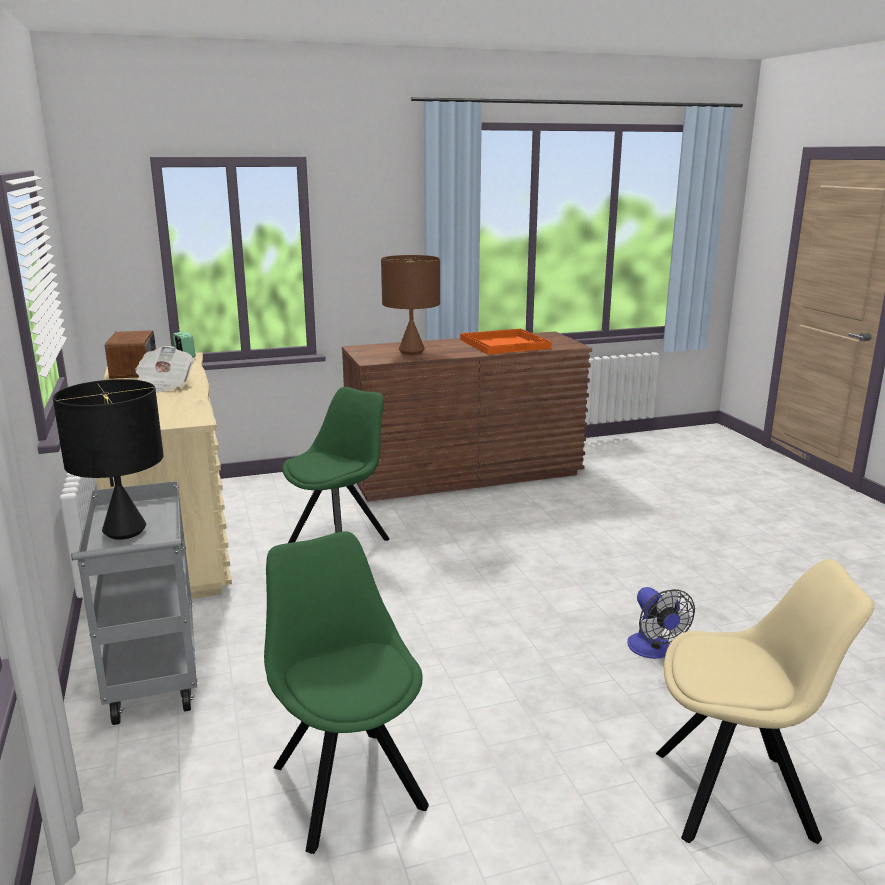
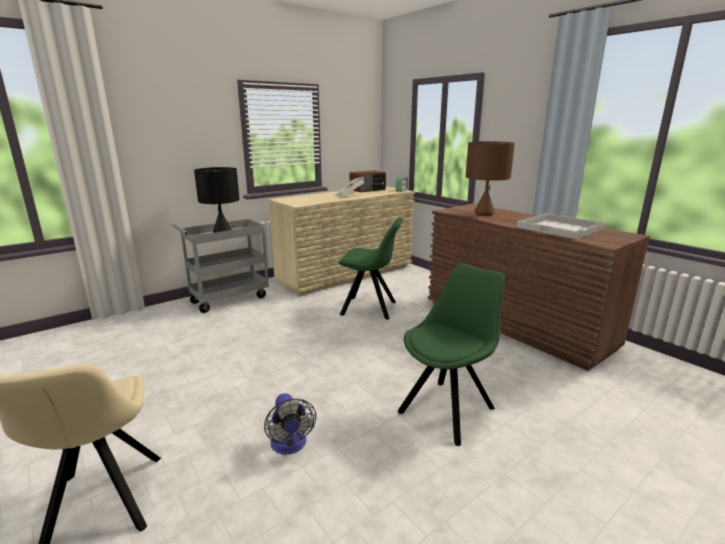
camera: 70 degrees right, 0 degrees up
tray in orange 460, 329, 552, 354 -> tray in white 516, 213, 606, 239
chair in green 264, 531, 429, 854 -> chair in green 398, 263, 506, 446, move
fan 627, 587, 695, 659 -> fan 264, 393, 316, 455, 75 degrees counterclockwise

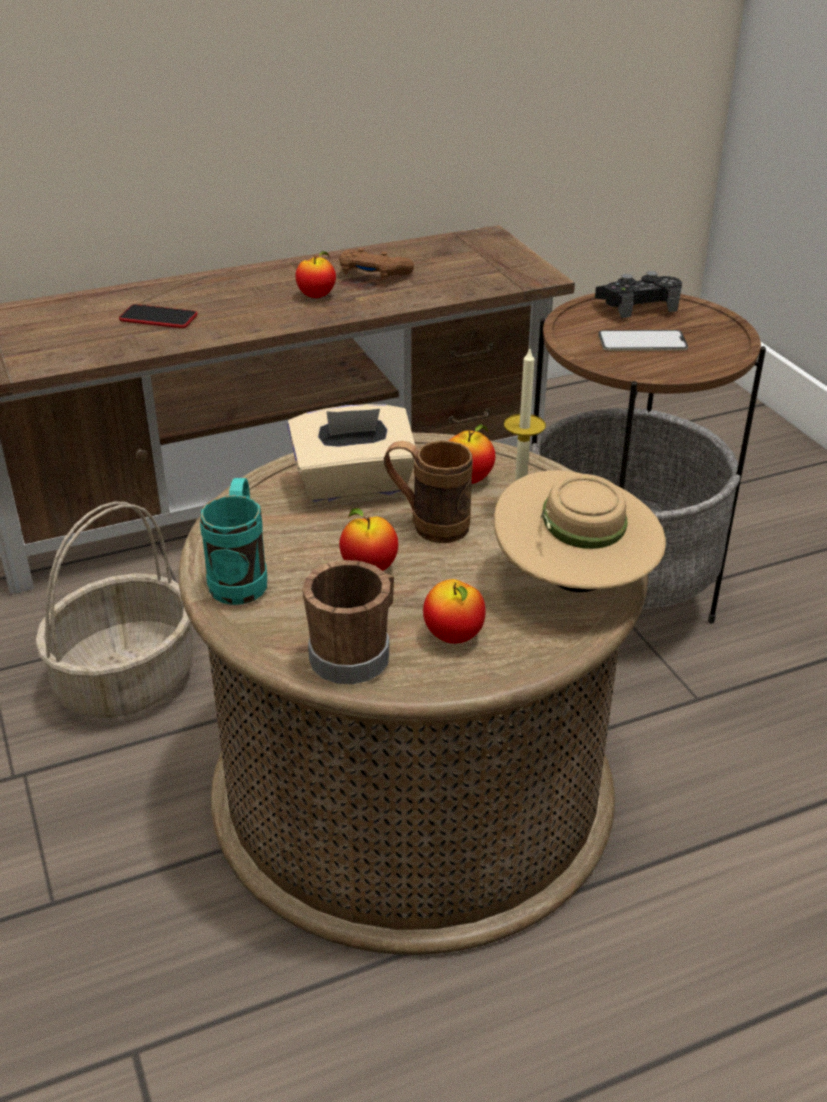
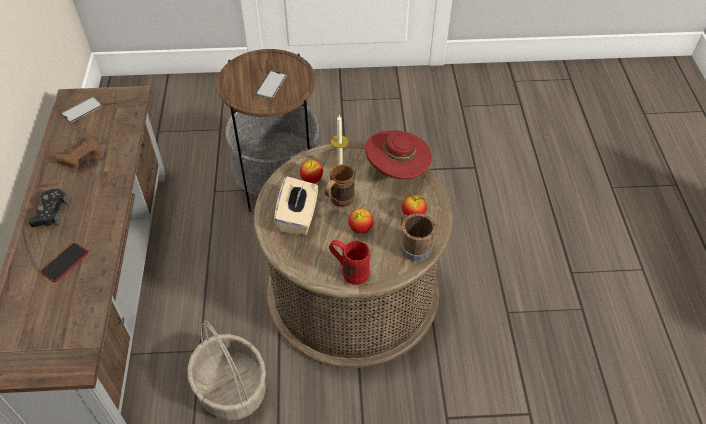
camera: 70 degrees left, 15 degrees up
apple 296, 251, 336, 298 -> none
game controller in black 595, 271, 682, 318 -> game controller in black 29, 189, 70, 227, move
hat in beige 494, 470, 666, 592 -> hat in red 365, 130, 432, 179
mug in turquoise 200, 478, 267, 605 -> mug in red 329, 240, 370, 285
none -> phone 61, 97, 102, 123

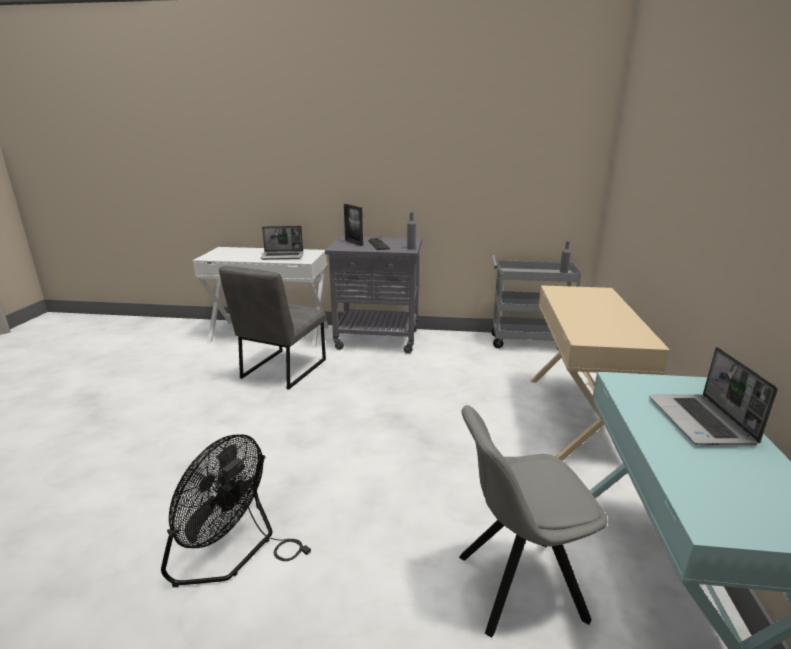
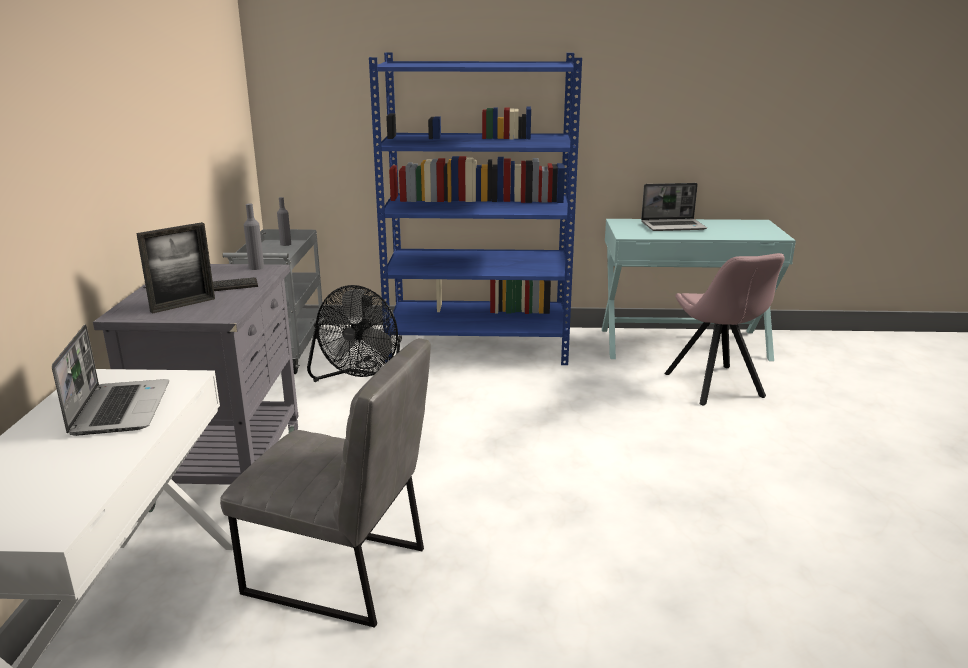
camera: 95 degrees left, 0 degrees up
desk in beige 530, 285, 670, 461 -> bookcase in blue 369, 53, 582, 365
chair in grey 459, 405, 607, 638 -> chair in pink 664, 253, 785, 406
fan in black 161, 435, 311, 588 -> fan in black 307, 285, 402, 382, move

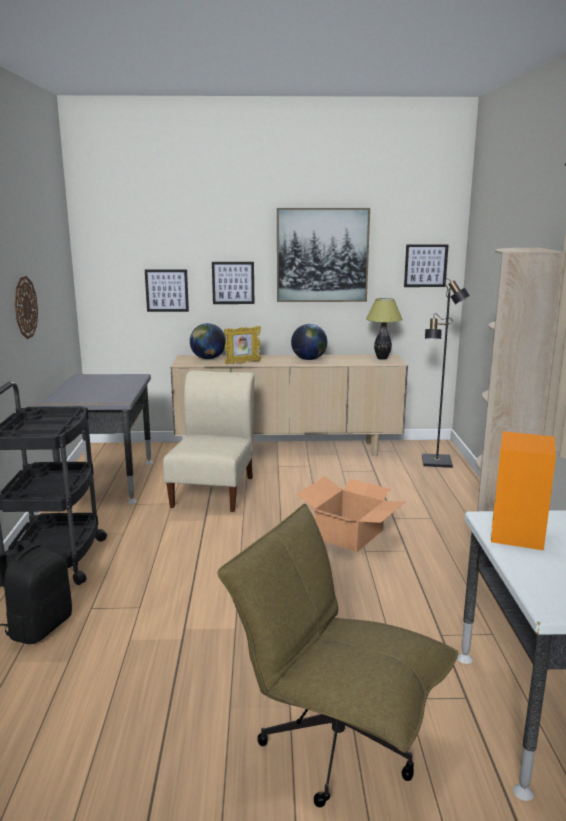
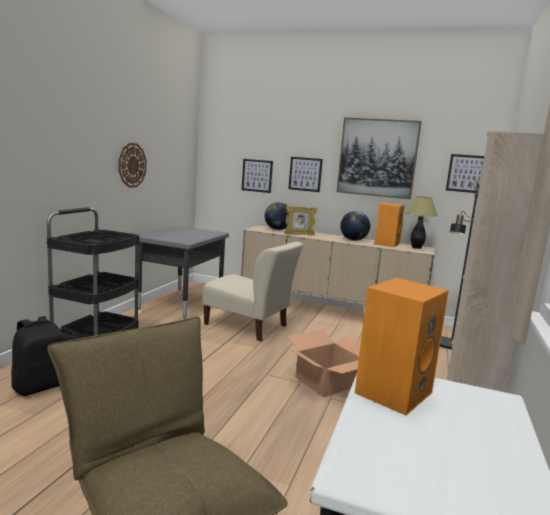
camera: 20 degrees right, 5 degrees down
chair in beige 163, 370, 255, 512 -> chair in beige 202, 242, 303, 341, 90 degrees clockwise
none -> speaker in orange 374, 203, 405, 247

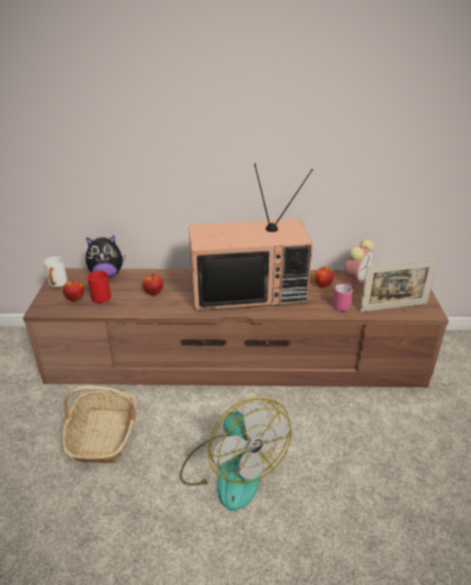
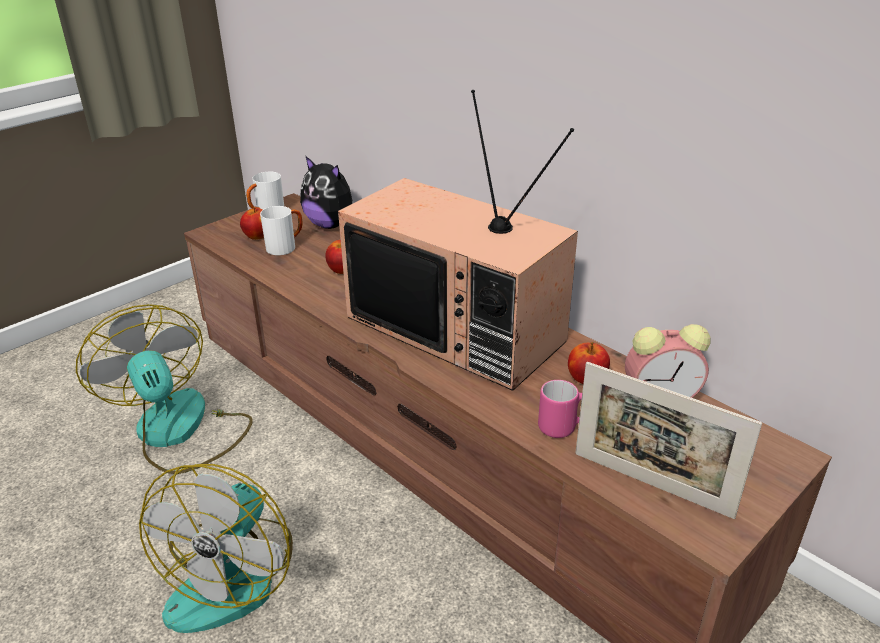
camera: 45 degrees right, 0 degrees up
mug in red 87, 271, 111, 303 -> mug in white 260, 206, 303, 255
basket 62, 385, 136, 463 -> fan 76, 304, 253, 474

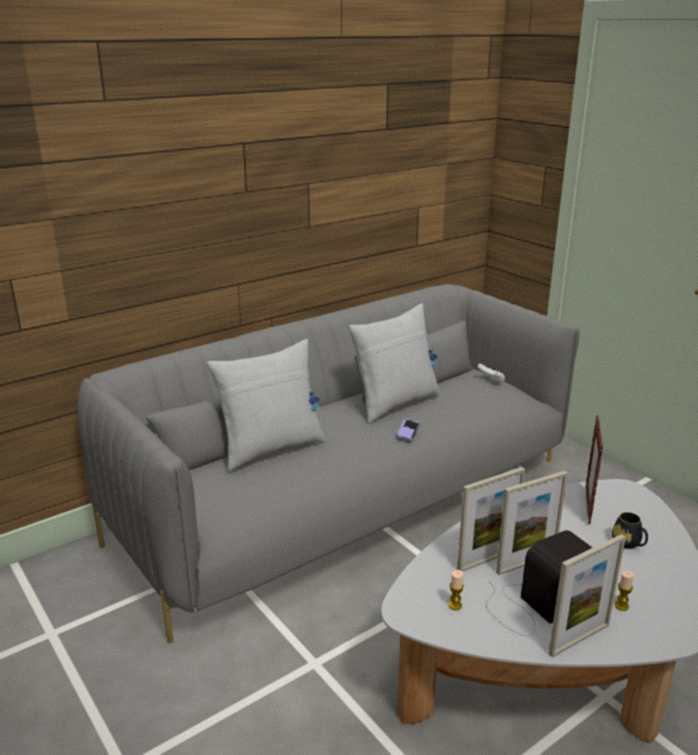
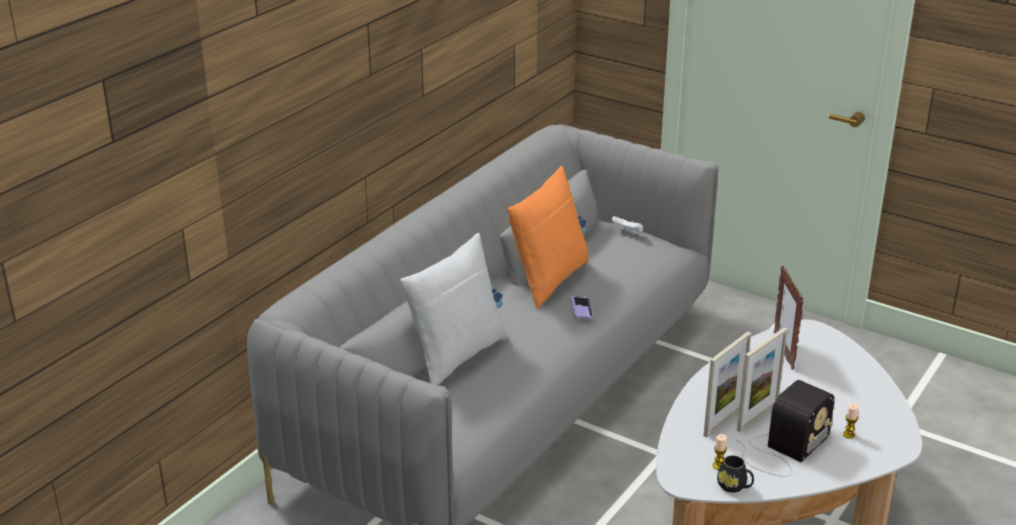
camera: 20 degrees left, 5 degrees up
pillow in grey 348, 304, 439, 423 -> pillow in orange 507, 166, 589, 308
mug in black 612, 512, 648, 549 -> mug in black 717, 455, 754, 493, move
picture frame 548, 534, 626, 657 -> none

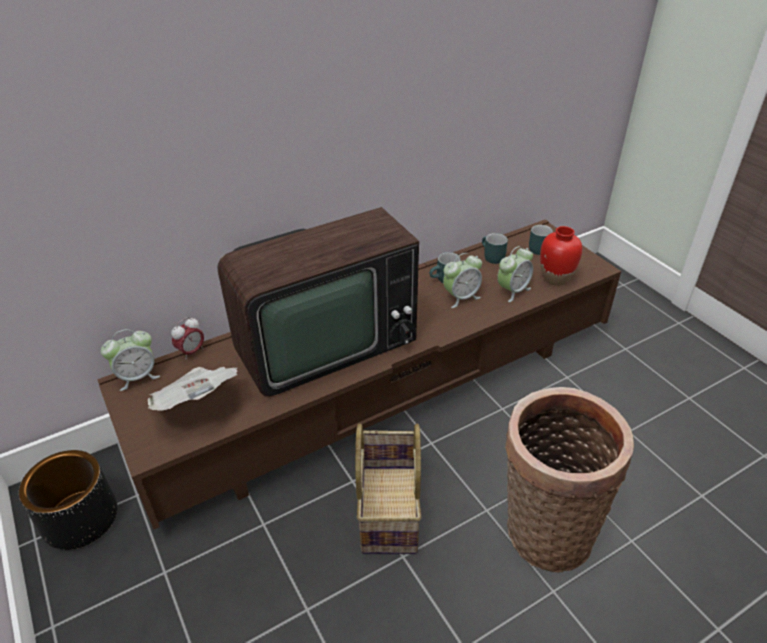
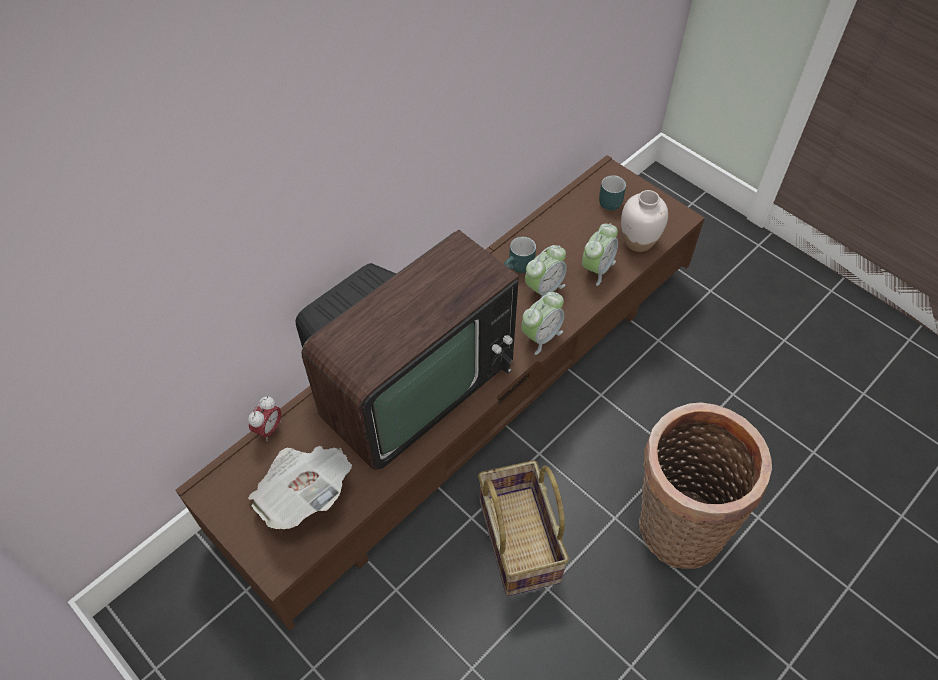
camera: 15 degrees left, 15 degrees up
vase in red 540, 226, 582, 286 -> vase in white 621, 190, 668, 252
mug in turquoise 482, 233, 508, 264 -> none
alarm clock 101, 329, 160, 391 -> alarm clock 521, 292, 565, 355, move
planter in black 19, 450, 118, 550 -> none

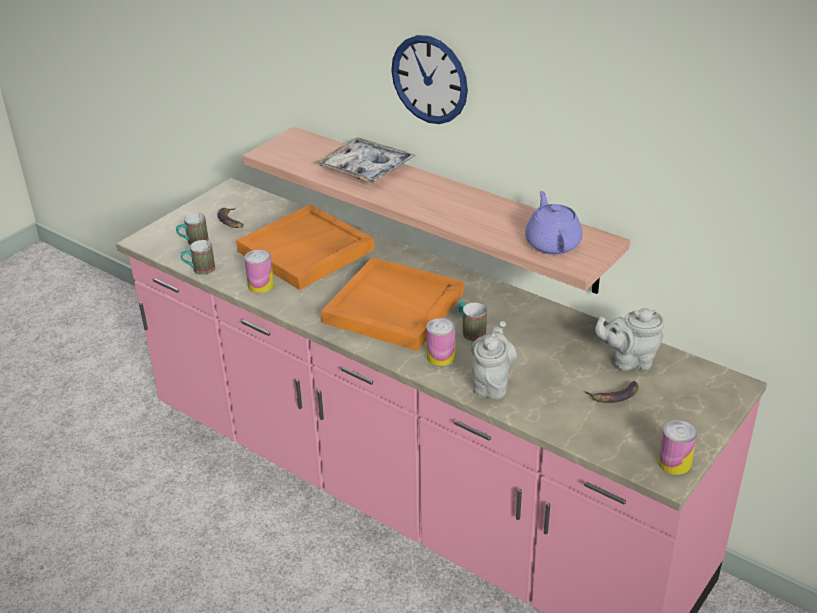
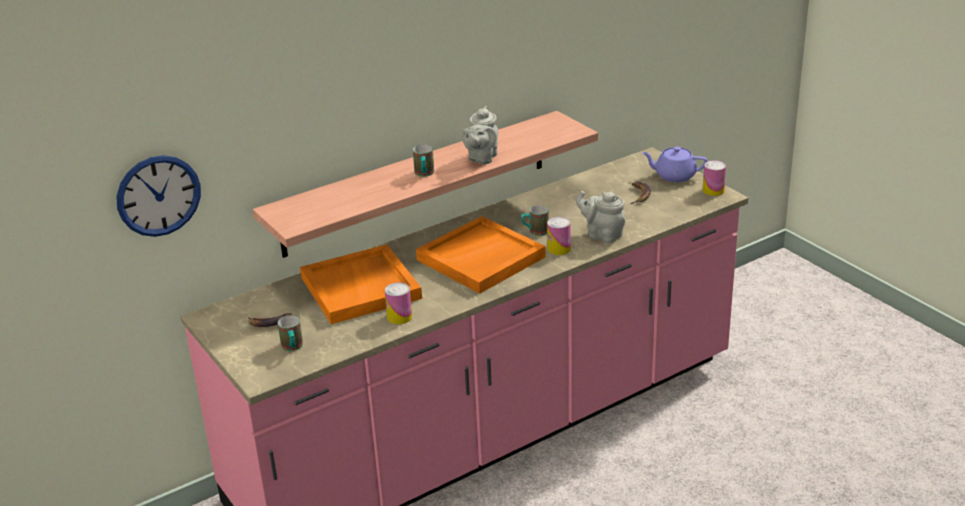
camera: 70 degrees left, 5 degrees down
wall clock 391, 35, 468, 124 -> wall clock 116, 155, 201, 237, move
tray 314, 138, 416, 184 -> none
teapot in purple 525, 191, 582, 255 -> teapot in purple 642, 147, 708, 182, move
mug 180, 240, 215, 275 -> mug 413, 145, 434, 177, move
teapot in grey 595, 308, 664, 371 -> teapot in grey 462, 106, 498, 164, move

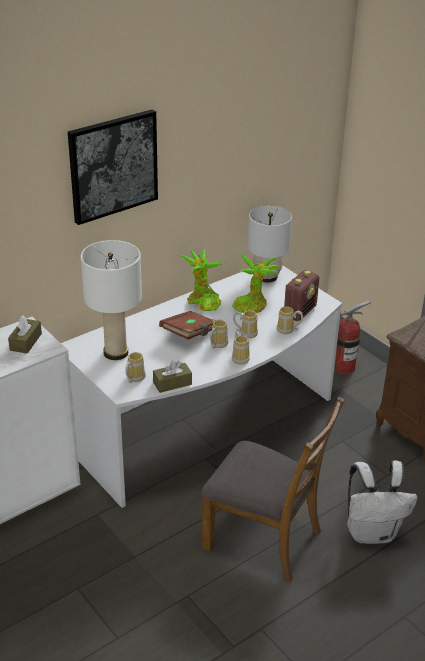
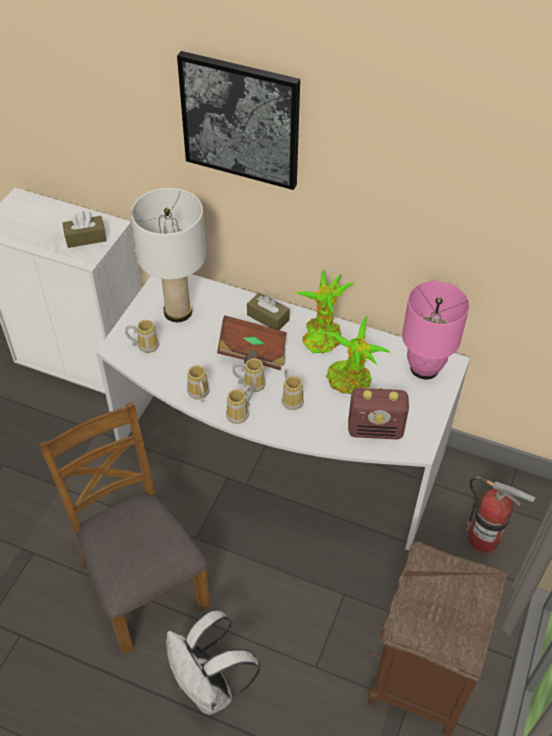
camera: 60 degrees right, 15 degrees up
table lamp in white 248, 206, 292, 282 -> table lamp in pink 402, 281, 469, 379
mug 277, 306, 303, 334 -> mug 187, 365, 210, 402, move
tissue box in brown 153, 360, 192, 393 -> tissue box in brown 247, 292, 290, 330, move
chair in brown 201, 396, 345, 583 -> chair in brown 39, 402, 210, 654, 150 degrees clockwise

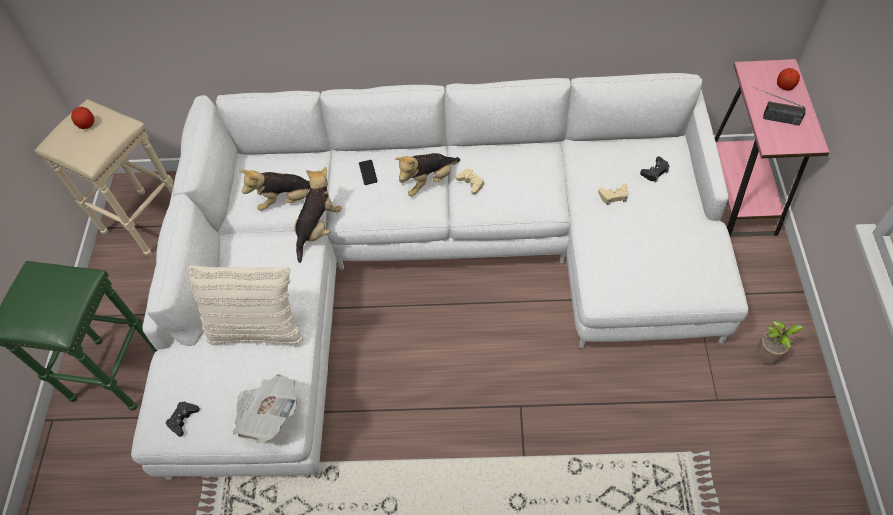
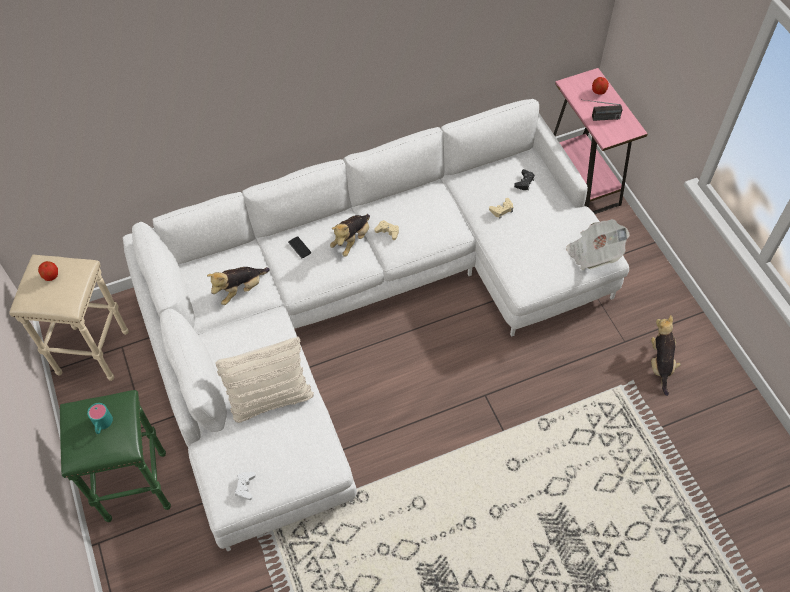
camera: 25 degrees left, 0 degrees up
plush toy 294, 167, 342, 263 -> plush toy 651, 315, 681, 396, move
potted plant 756, 321, 804, 364 -> none
newspaper 233, 374, 297, 443 -> newspaper 566, 219, 630, 270, move
game controller in black 165, 402, 200, 437 -> game controller in white 235, 472, 256, 500
none -> mug in turquoise 87, 403, 113, 434

